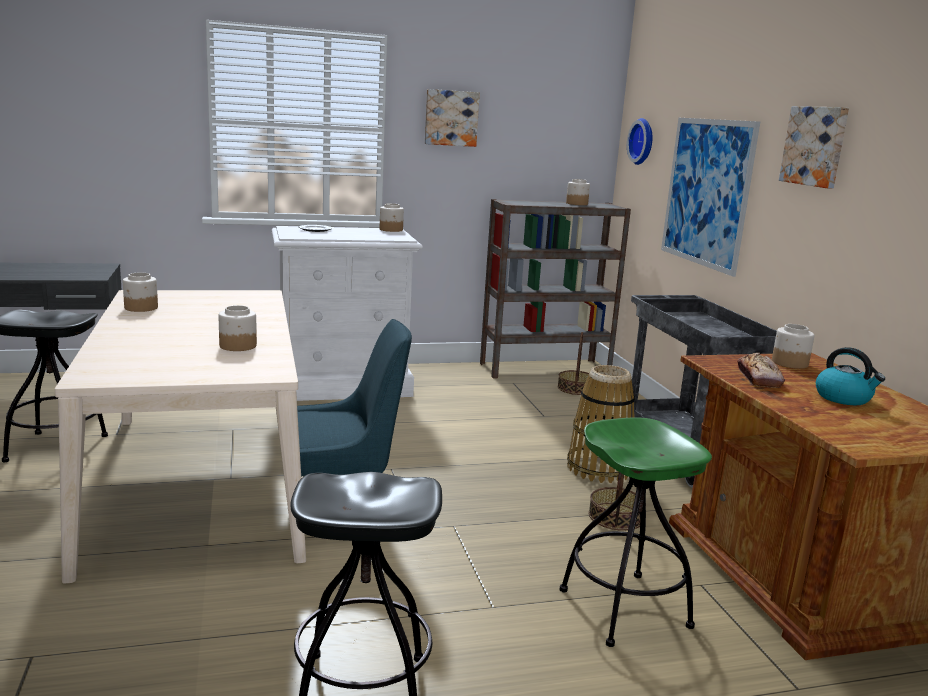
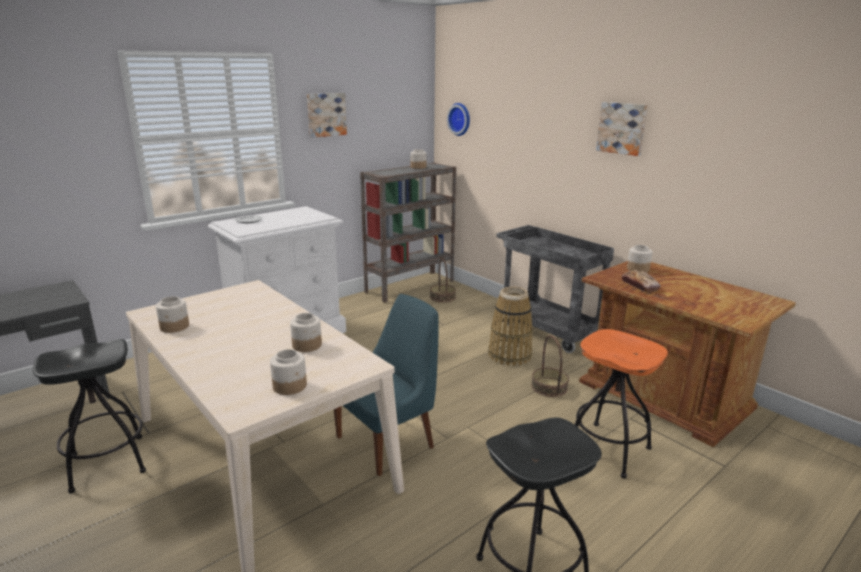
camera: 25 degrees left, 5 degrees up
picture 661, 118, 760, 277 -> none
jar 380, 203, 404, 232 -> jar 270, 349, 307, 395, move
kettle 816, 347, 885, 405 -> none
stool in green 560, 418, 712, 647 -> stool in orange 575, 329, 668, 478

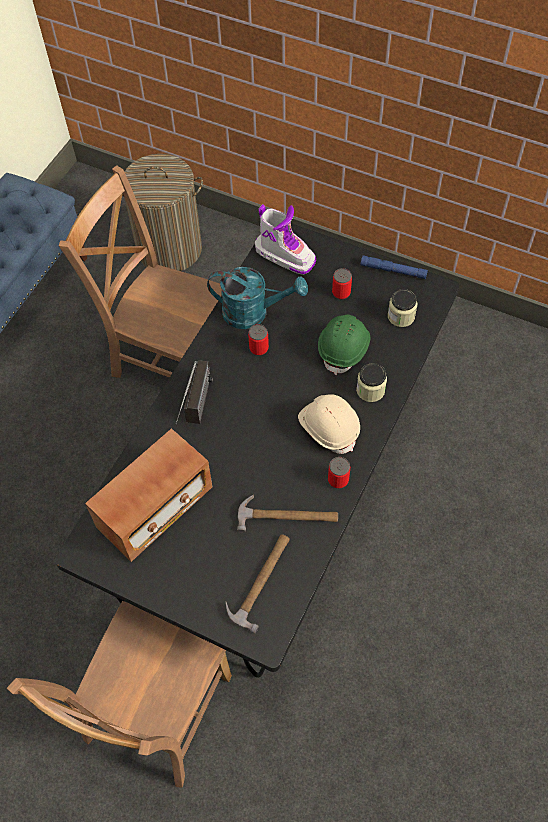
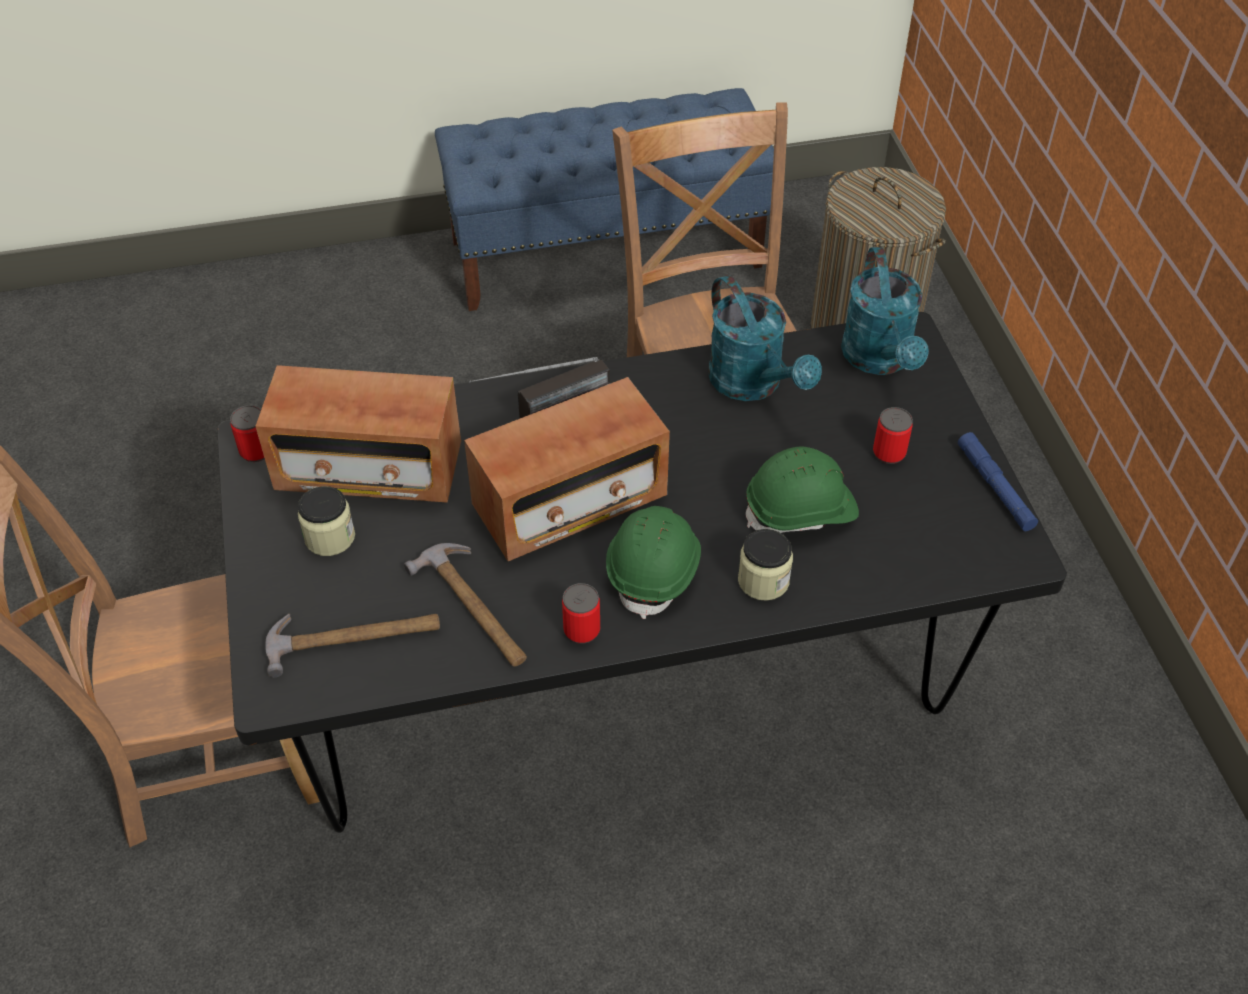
camera: 50 degrees right, 10 degrees down
boot 255, 204, 316, 275 -> watering can in turquoise 841, 247, 929, 375
jar 388, 289, 417, 327 -> jar 298, 486, 355, 556, move
can 248, 324, 269, 356 -> can 230, 405, 265, 462, move
hard hat in beige 298, 394, 360, 454 -> hard hat in green 606, 506, 701, 619
none -> radio 464, 377, 670, 561

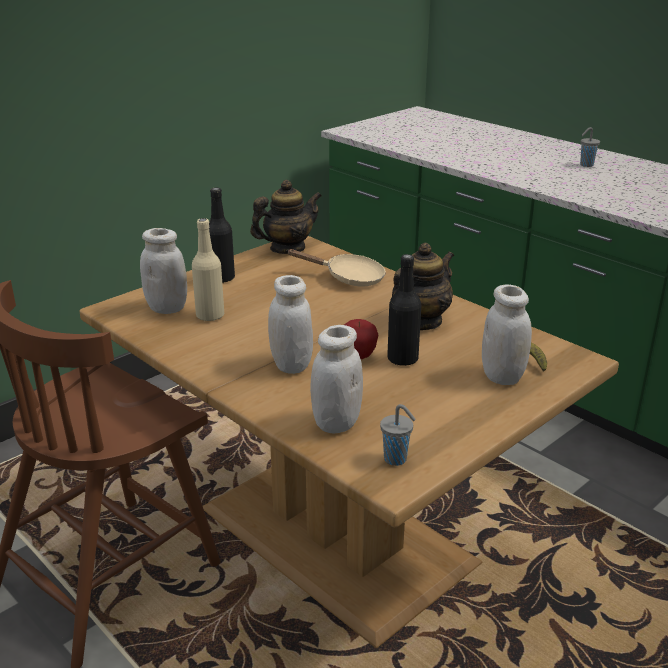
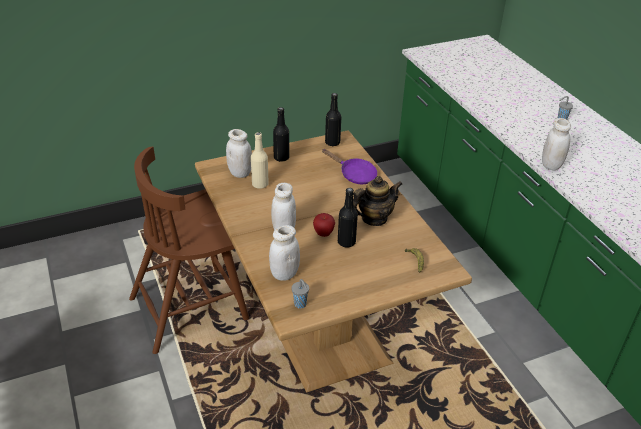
camera: 20 degrees right, 10 degrees up
teapot 250, 180, 321, 254 -> bottle in black 325, 93, 341, 146
frying pan in beige 286, 249, 386, 287 -> frying pan in purple 322, 149, 377, 184
jar in white 482, 285, 532, 385 -> jar in white 542, 118, 571, 171, move

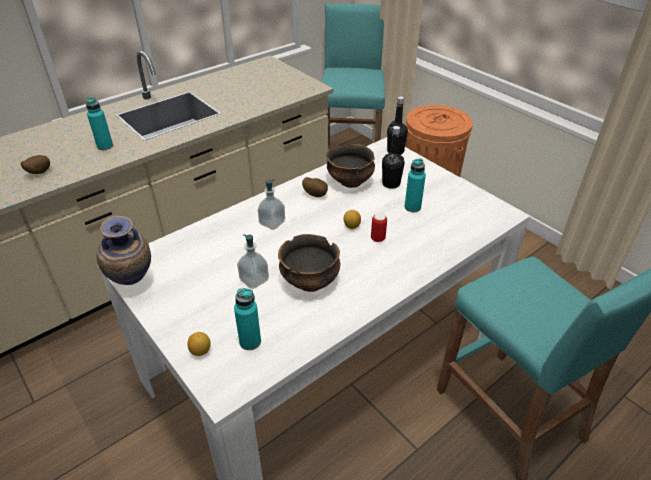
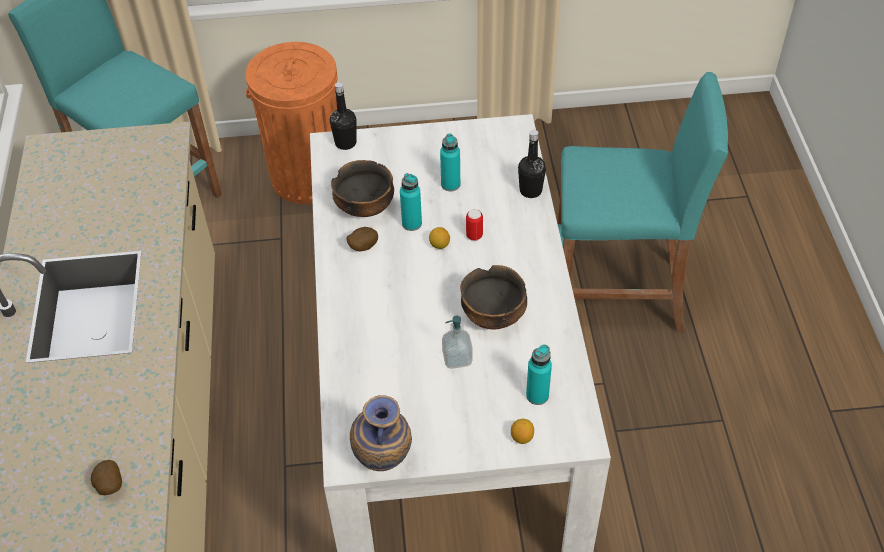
camera: 55 degrees left, 10 degrees up
bottle in turquoise 86, 97, 113, 150 -> bottle in turquoise 400, 173, 422, 231, move
bottle in black 382, 126, 405, 189 -> bottle in black 518, 130, 546, 198, move
soap dispenser 258, 179, 285, 230 -> none

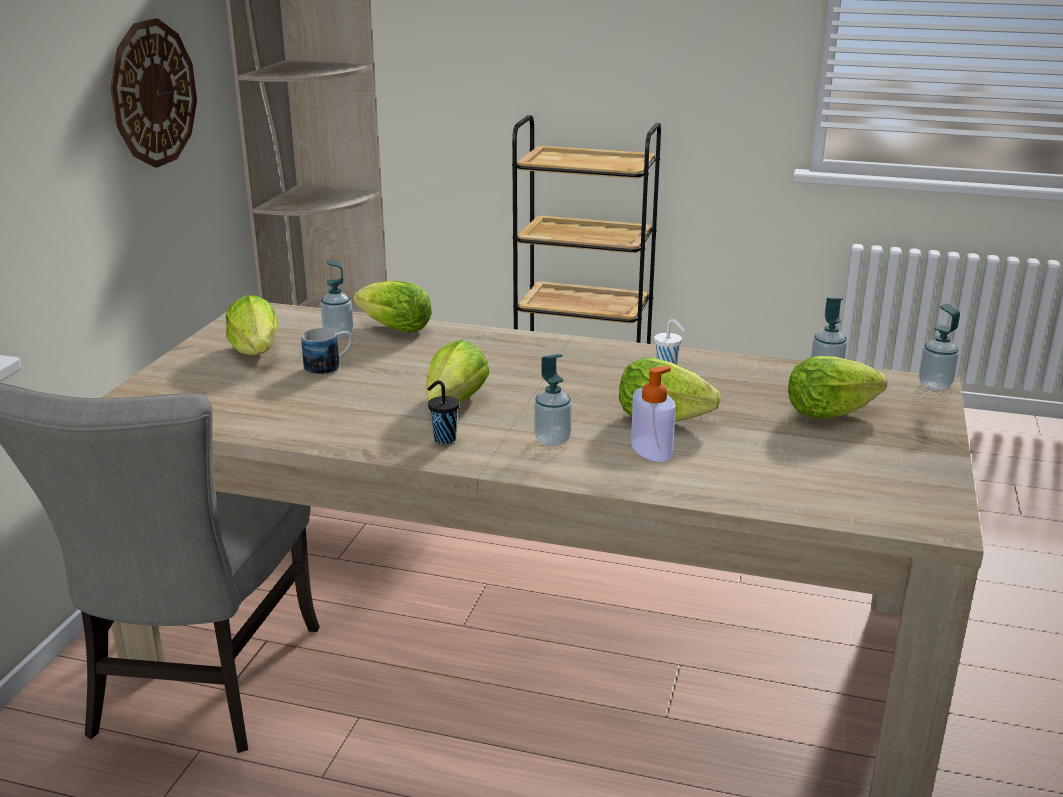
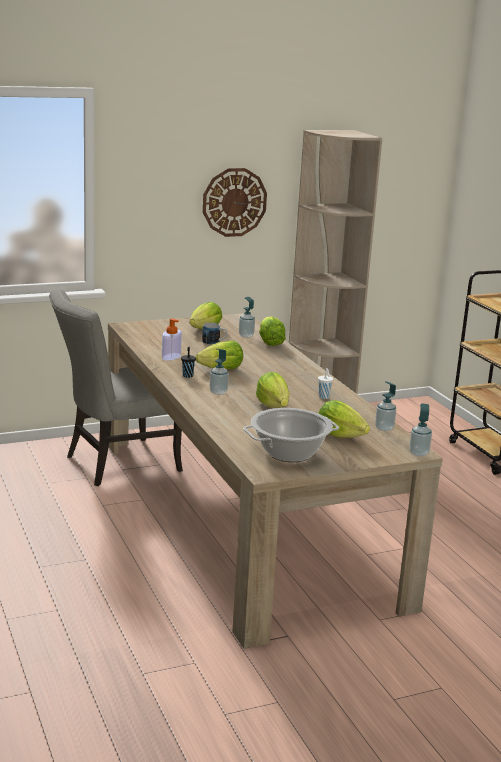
camera: 50 degrees right, 5 degrees down
soap dispenser 631, 366, 676, 462 -> soap dispenser 162, 318, 182, 360, move
none -> cooking pot 243, 408, 339, 462

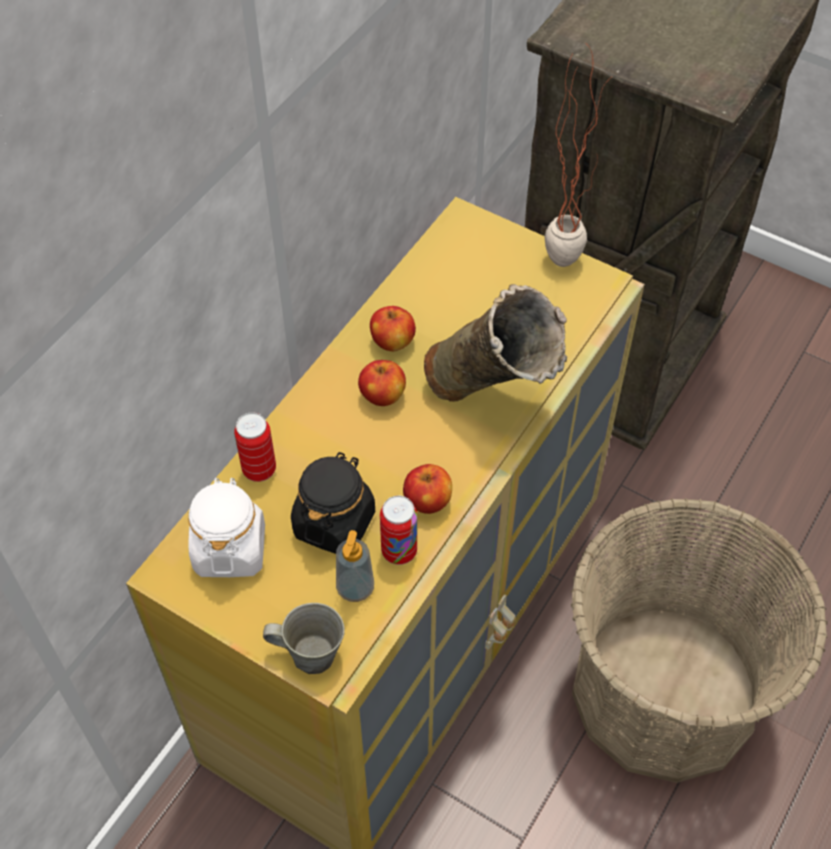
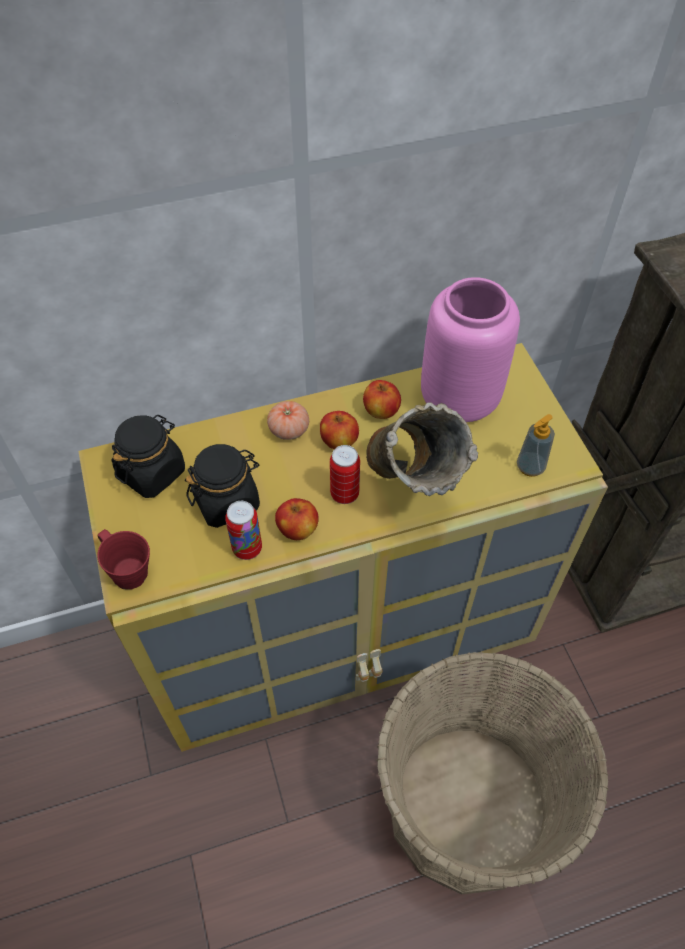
camera: 40 degrees right, 0 degrees up
potted plant 545, 46, 607, 267 -> none
can 234, 412, 276, 482 -> can 330, 445, 360, 504, move
jar in white 188, 478, 265, 577 -> jar in black 111, 415, 185, 498
soap dispenser 336, 530, 374, 602 -> soap dispenser 517, 414, 555, 477, move
mug in grey 263, 603, 345, 674 -> mug in red 97, 529, 150, 590
none -> vase in pink 421, 277, 520, 422
none -> tomato 267, 401, 309, 440

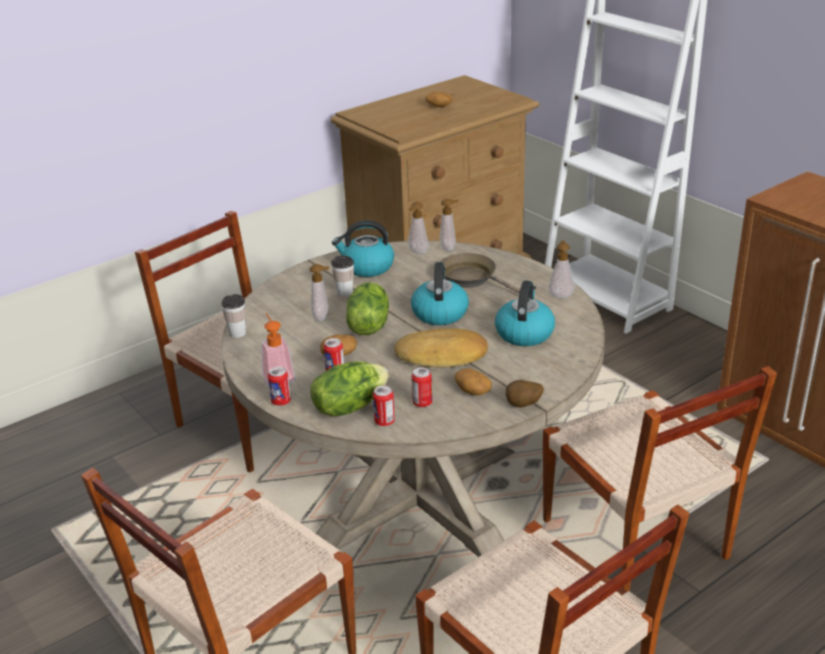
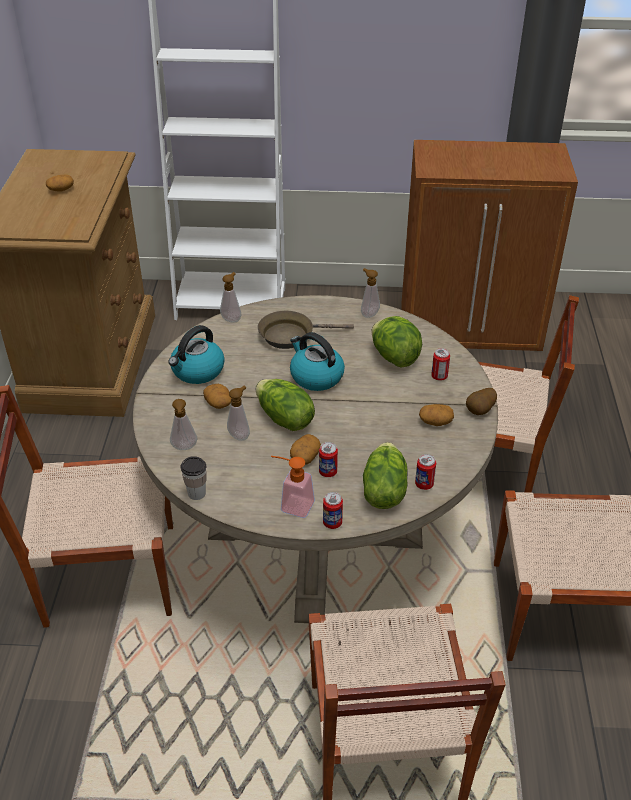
camera: 50 degrees left, 10 degrees up
soap dispenser 408, 202, 429, 254 -> soap dispenser 170, 399, 198, 450, move
cup 331, 256, 354, 297 -> potato 203, 384, 232, 409
kettle 495, 281, 555, 346 -> lettuce 371, 316, 422, 368
bread 394, 328, 488, 368 -> none
can 412, 367, 432, 407 -> can 431, 348, 450, 381, move

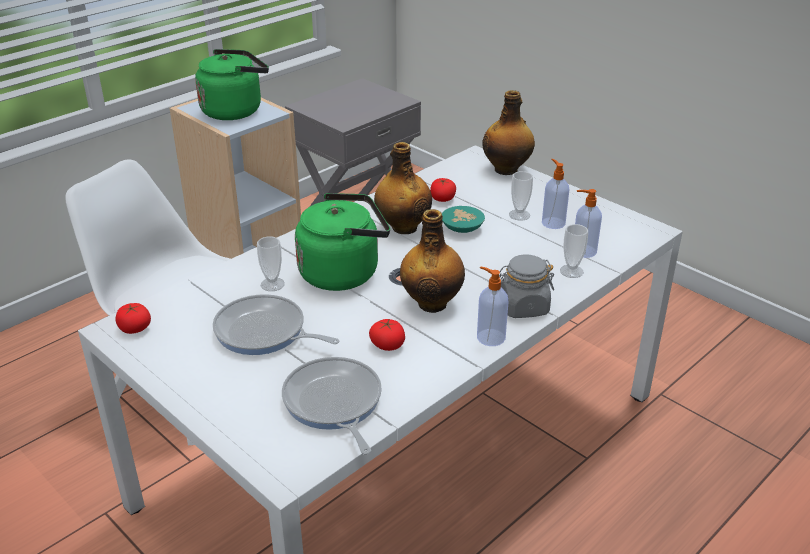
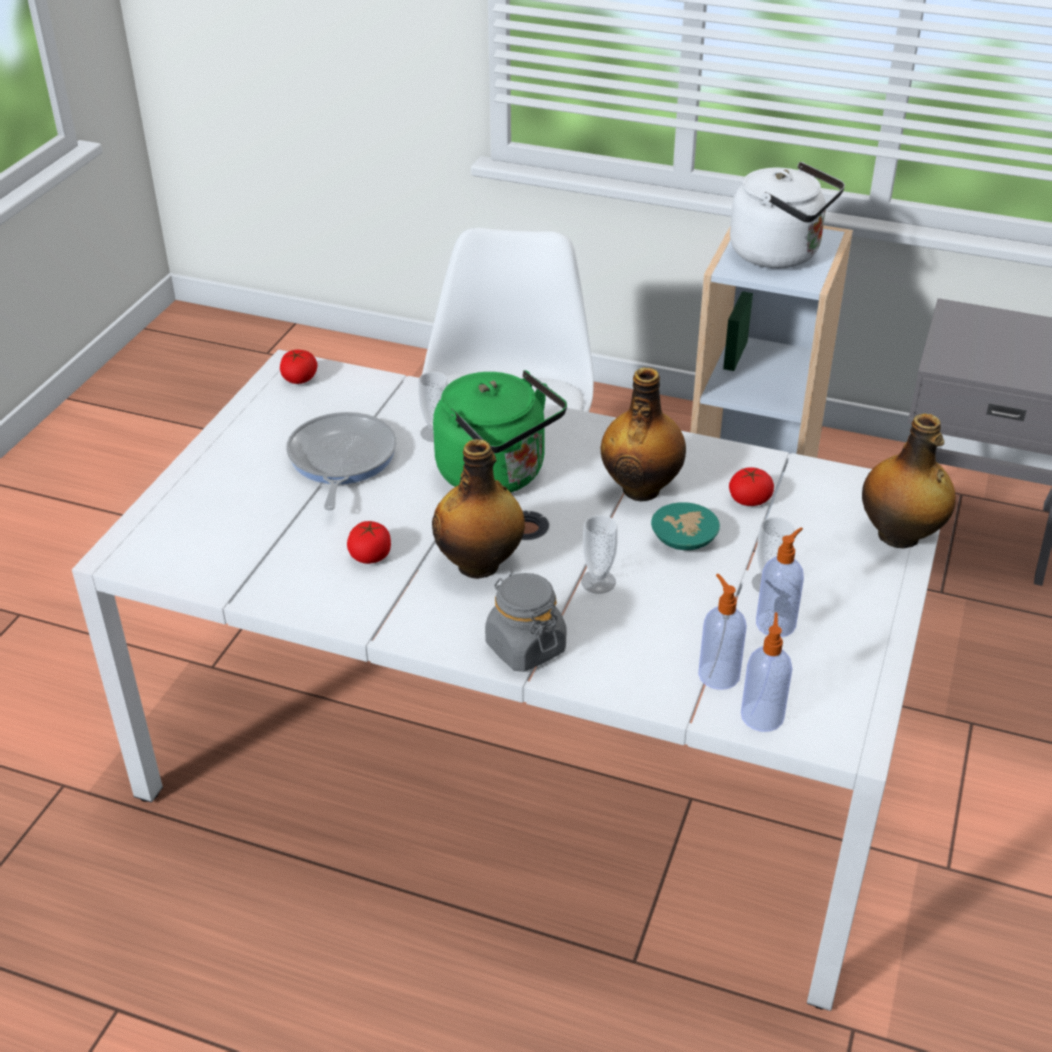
camera: 65 degrees right, 5 degrees up
kettle in green 195, 49, 269, 120 -> kettle in white 730, 162, 845, 268
cup 560, 224, 588, 278 -> cup 581, 515, 618, 593, move
soap dispenser 477, 267, 509, 346 -> soap dispenser 741, 612, 792, 732, move
frying pan 282, 357, 382, 455 -> none

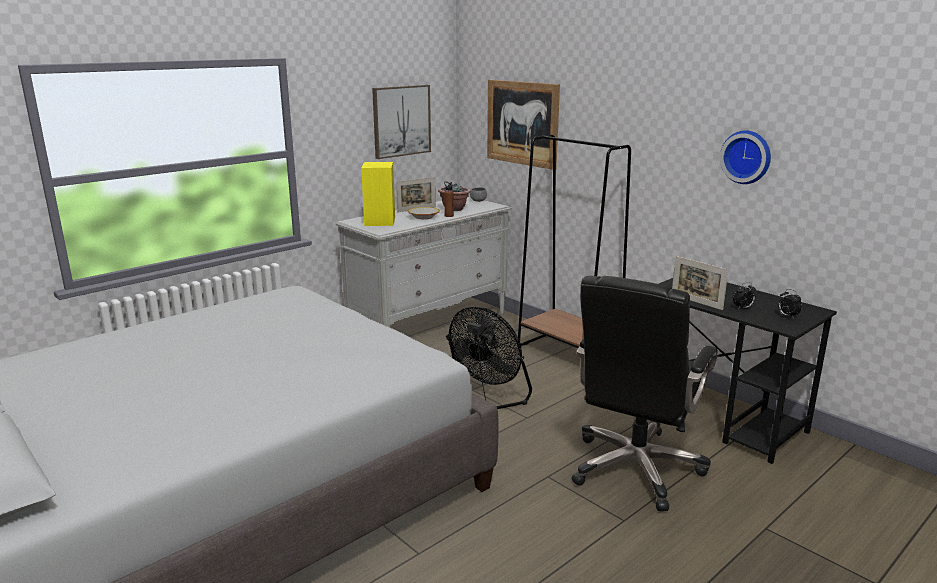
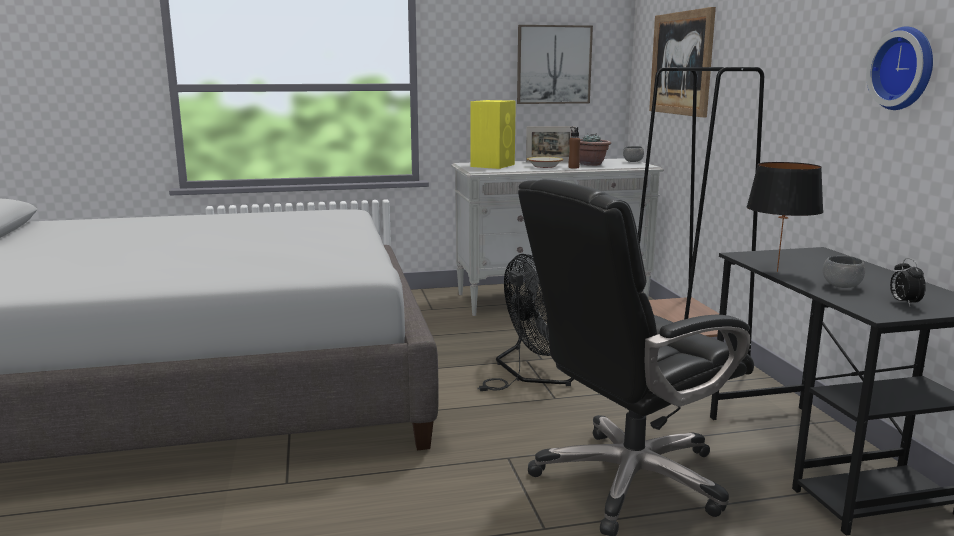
camera: 30 degrees right, 5 degrees down
picture frame 672, 256, 728, 310 -> table lamp in black 746, 162, 824, 272
alarm clock 733, 282, 756, 309 -> bowl in grey 823, 256, 865, 288

